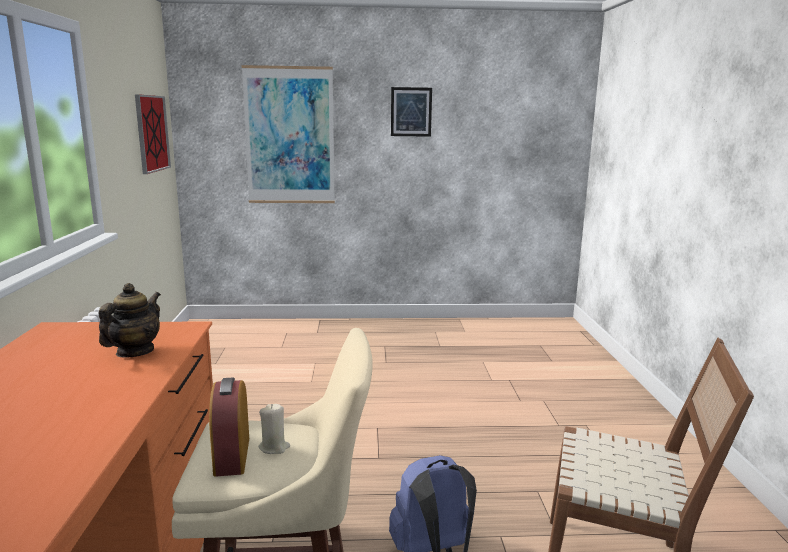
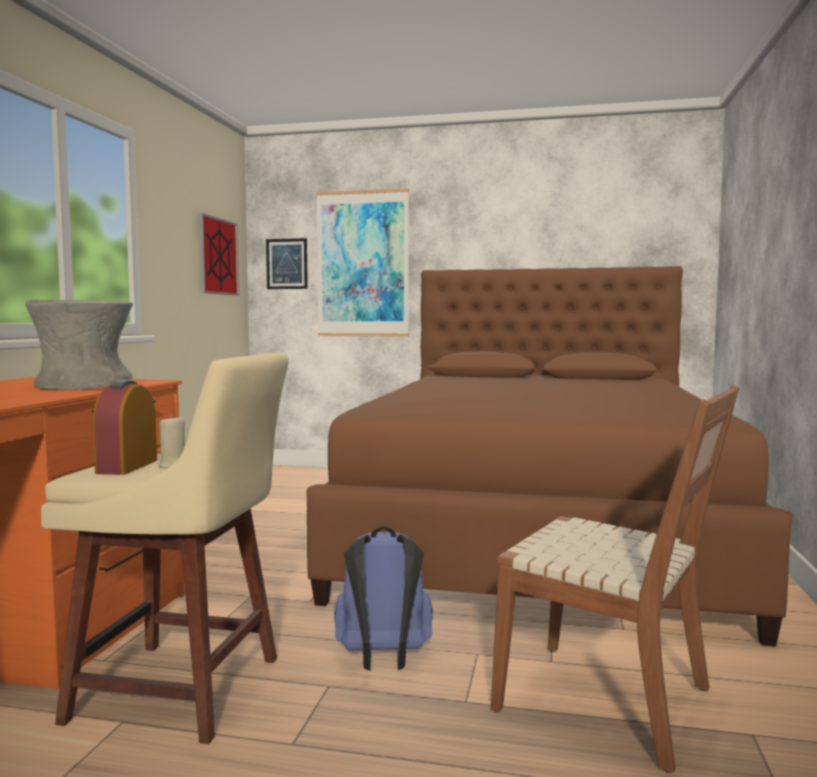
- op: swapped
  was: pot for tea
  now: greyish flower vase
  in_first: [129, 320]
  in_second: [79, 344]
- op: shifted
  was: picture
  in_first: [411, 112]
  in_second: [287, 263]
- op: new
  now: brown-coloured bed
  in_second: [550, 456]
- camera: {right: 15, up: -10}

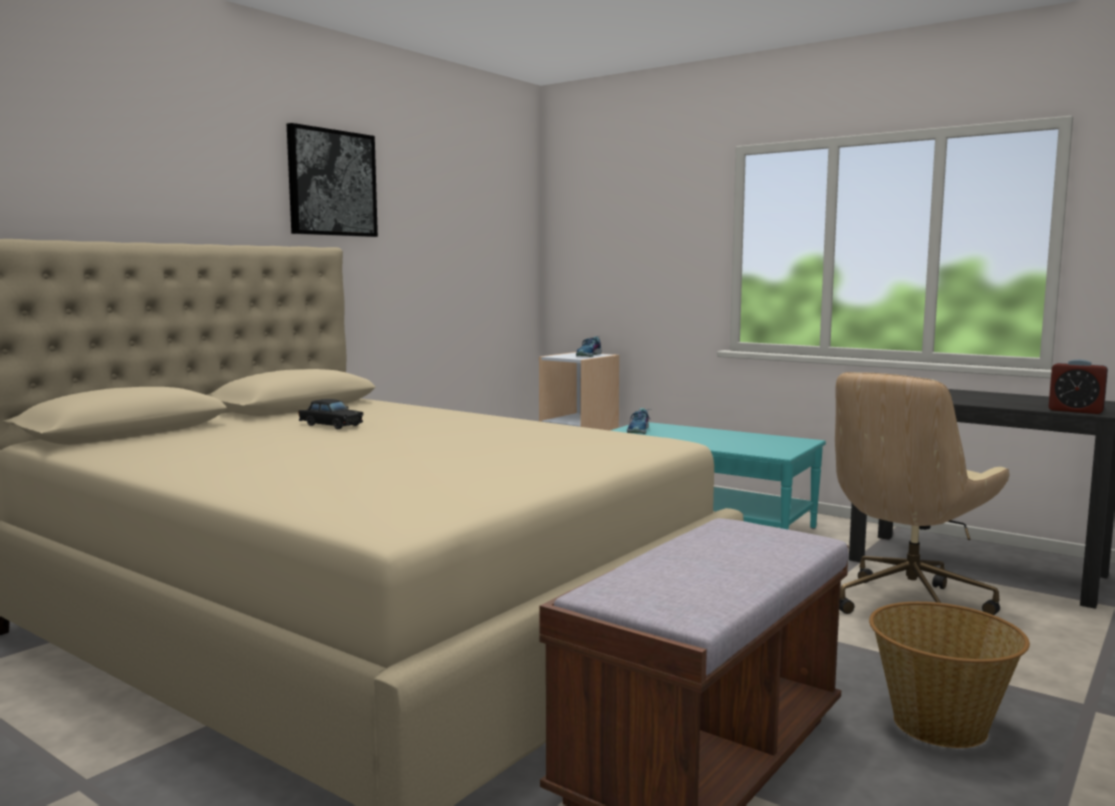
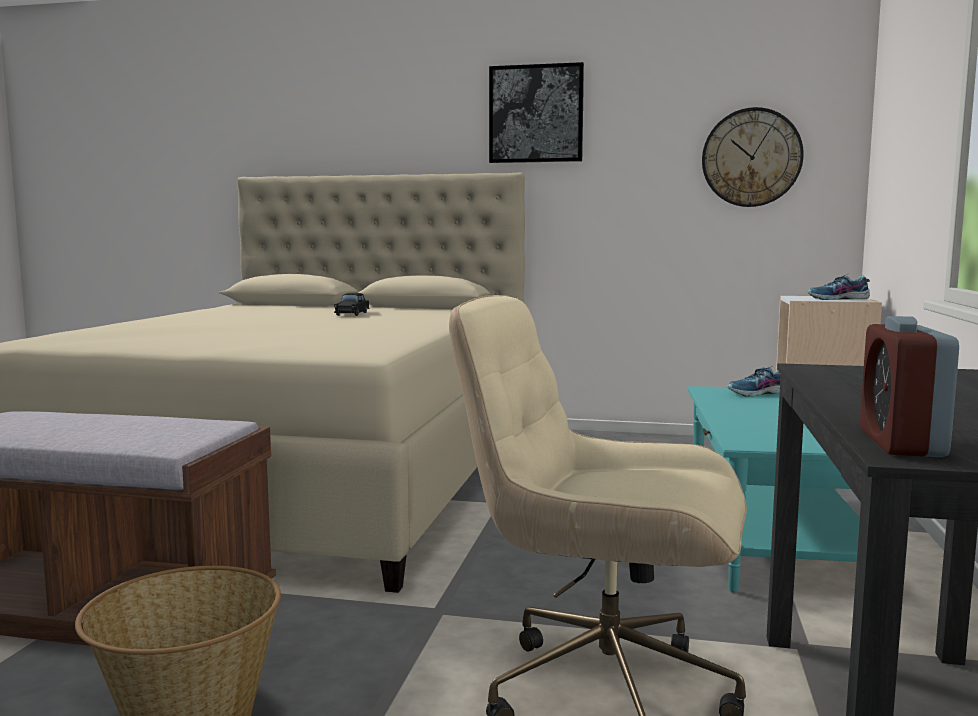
- op: new
  now: wall clock
  in_second: [753, 157]
- camera: {right: 65, up: 0}

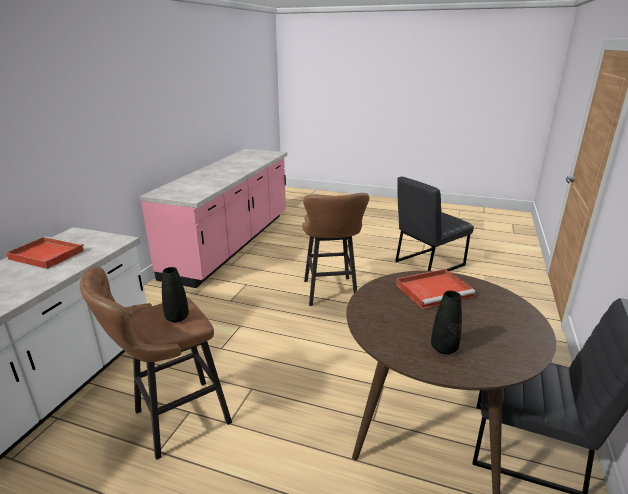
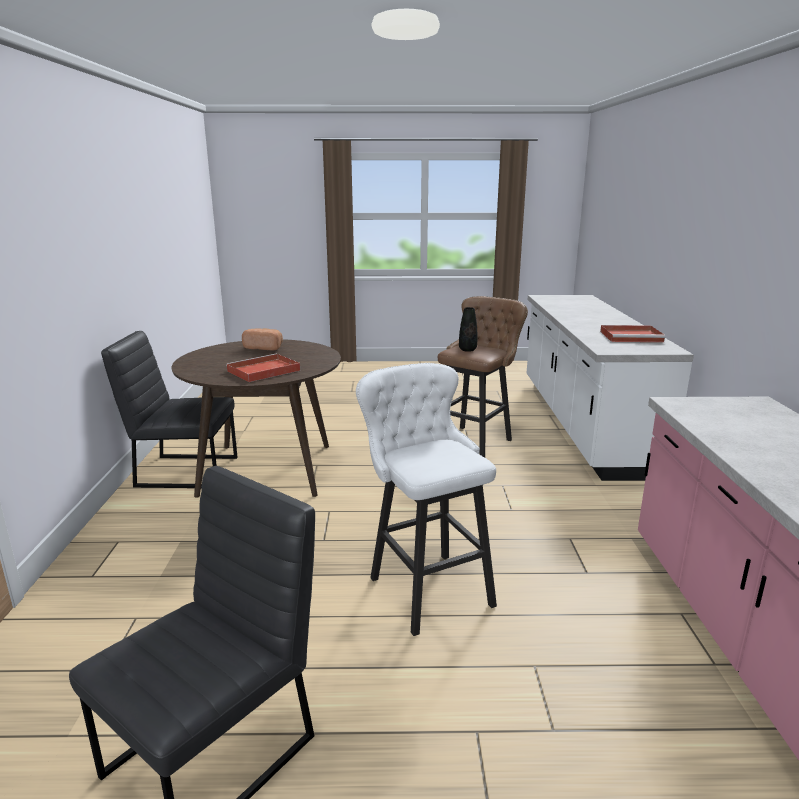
- op: repainted
  was: brown-coloured stool seat
  now: white-coloured stool seat
  in_first: [335, 249]
  in_second: [426, 499]
- op: swapped
  was: black flower vase
  now: baked bread
  in_first: [446, 322]
  in_second: [262, 339]
- camera: {right: 160, up: -5}

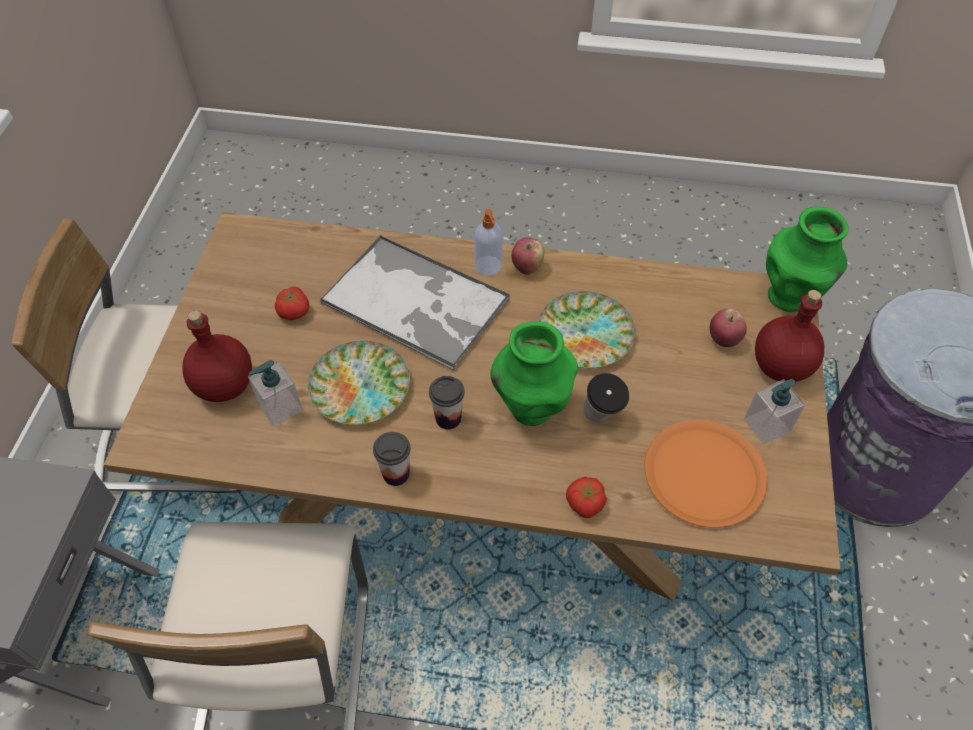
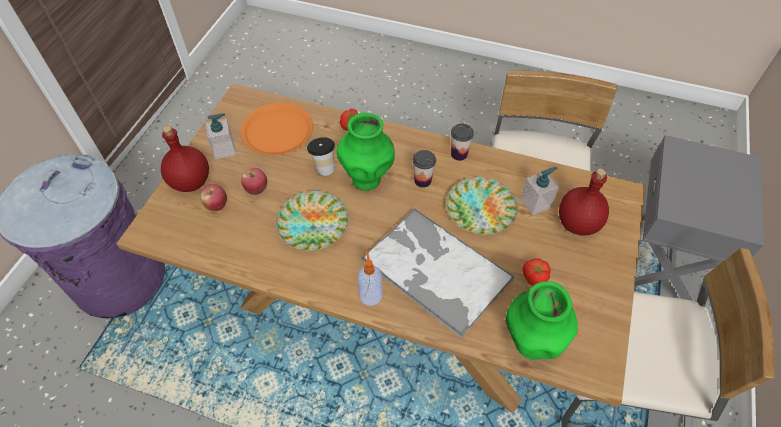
- op: shifted
  was: apple
  in_first: [528, 256]
  in_second: [254, 181]
- op: shifted
  was: green flower vase
  in_first: [807, 259]
  in_second: [541, 320]
- camera: {right: -170, up: 0}

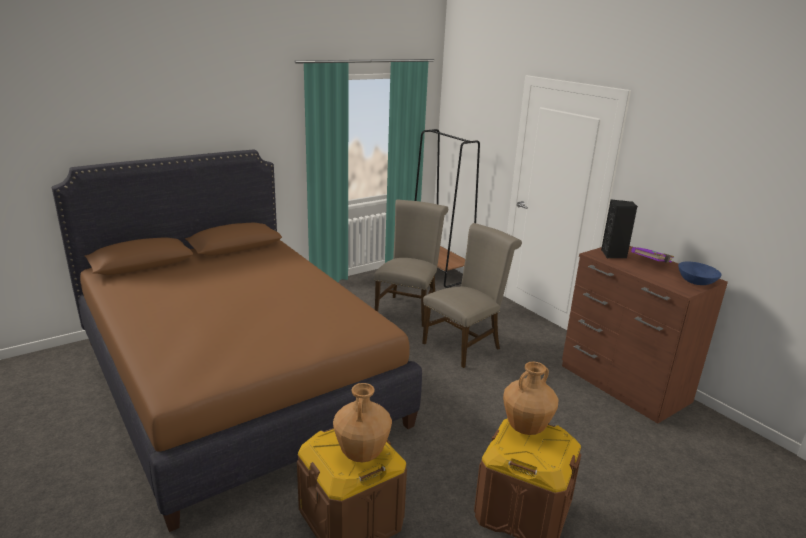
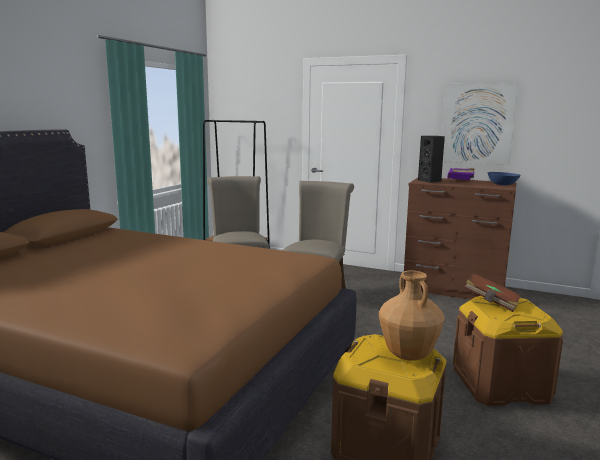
- op: swapped
  was: brown-coloured flower vase
  now: brown-coloured bound book
  in_first: [531, 398]
  in_second: [492, 292]
- op: new
  now: picture
  in_second: [480, 124]
- camera: {right: -30, up: -10}

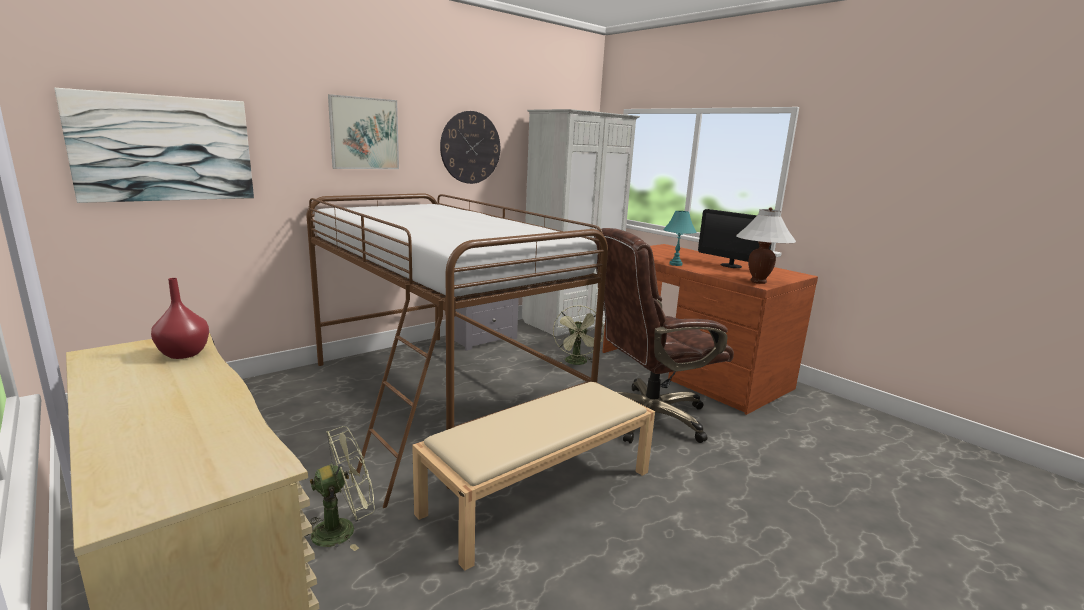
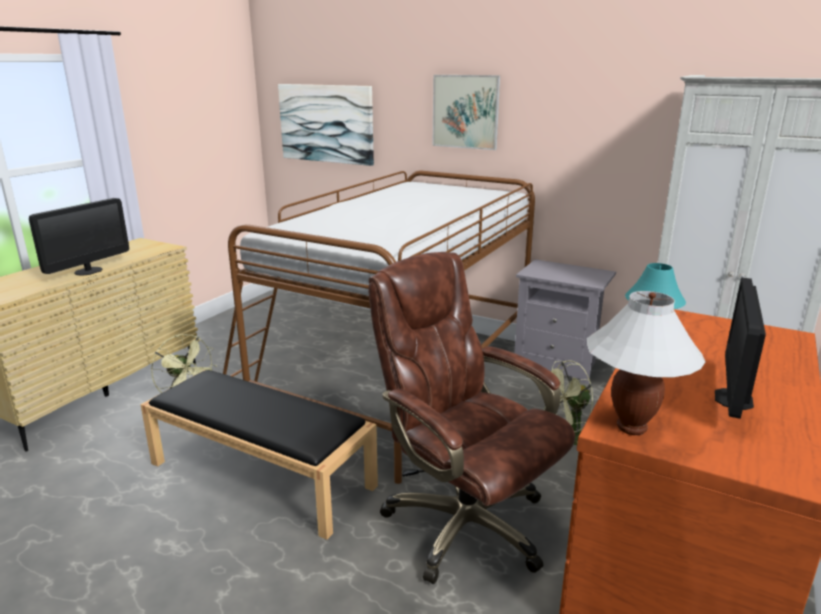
- op: gone
  was: red flower vase
  in_first: [180, 318]
- op: repainted
  was: beige-coloured indoor bench
  now: black indoor bench
  in_first: [533, 476]
  in_second: [259, 455]
- op: gone
  was: wall clock
  in_first: [470, 147]
- op: new
  now: monitor
  in_second: [79, 237]
- camera: {right: 70, up: 5}

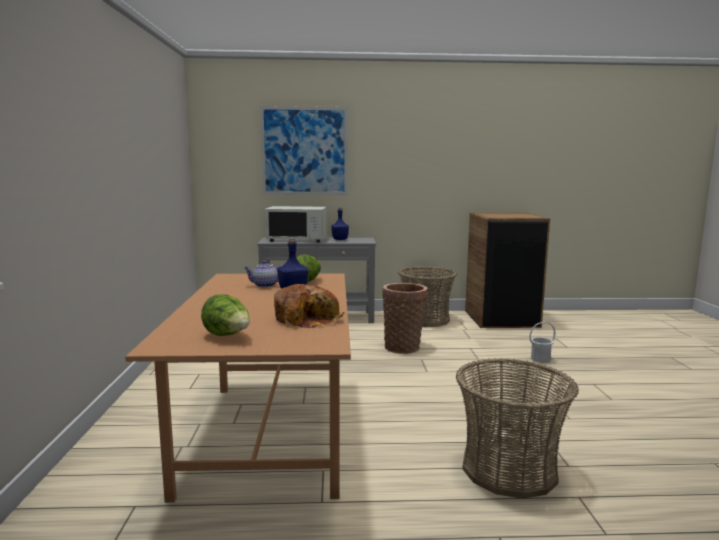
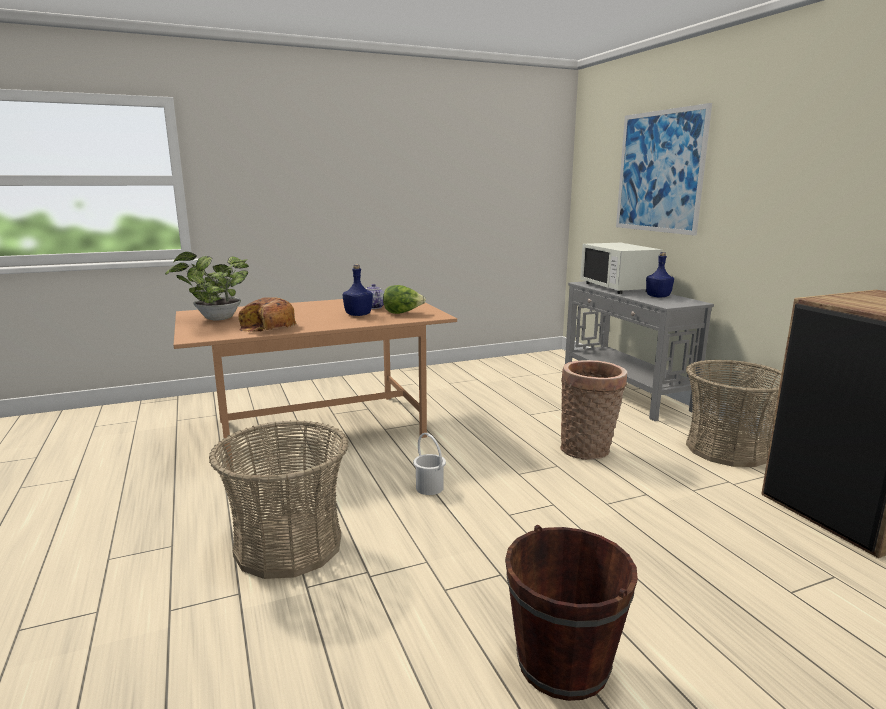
- op: swapped
  was: head of lettuce
  now: plant in a pot
  in_first: [225, 315]
  in_second: [207, 286]
- op: shifted
  was: white-coloured pail
  in_first: [542, 342]
  in_second: [429, 464]
- op: new
  now: brown-coloured pail
  in_second: [571, 613]
- camera: {right: 70, up: 5}

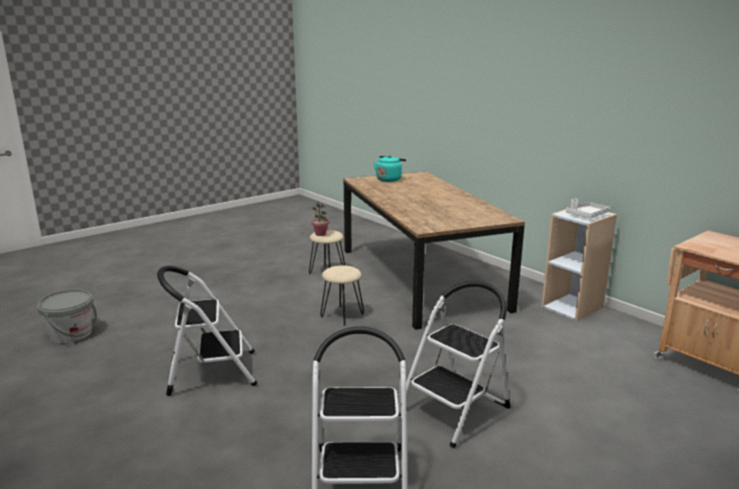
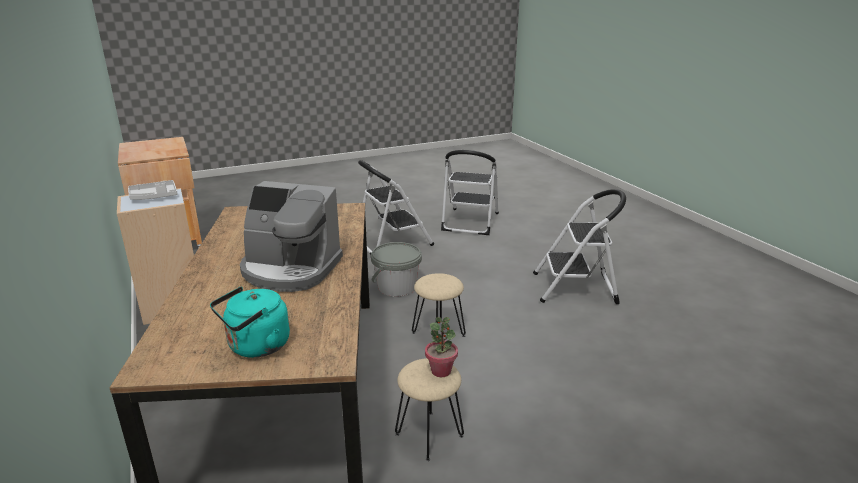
- op: shifted
  was: greyish pail
  in_first: [67, 316]
  in_second: [396, 269]
- op: new
  now: coffee machine
  in_second: [291, 236]
- camera: {right: -165, up: 5}

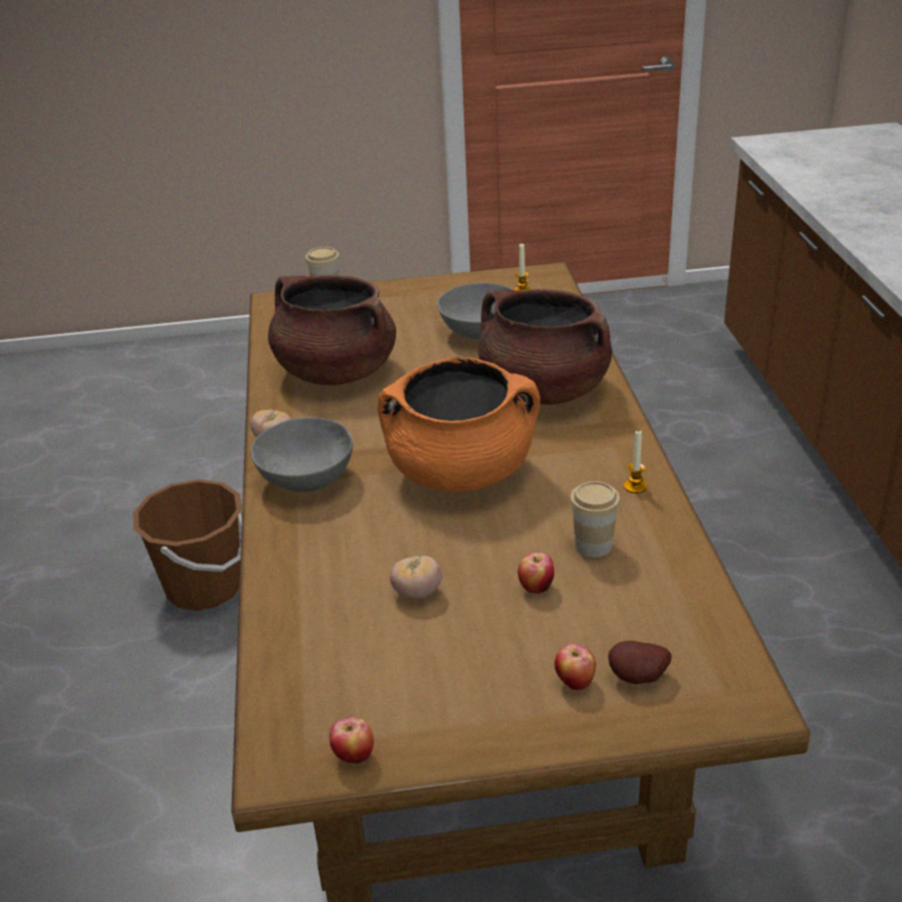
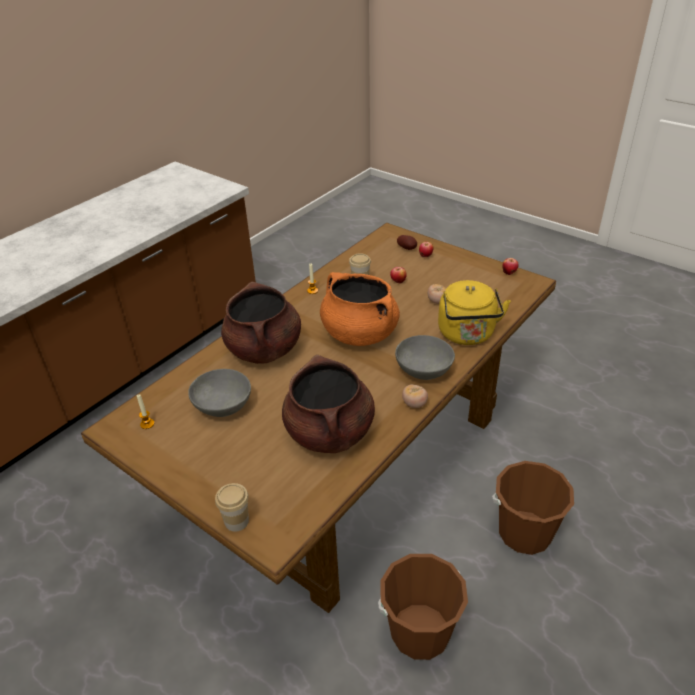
- op: new
  now: yellowish tea kettle
  in_second: [474, 312]
- op: new
  now: brown-coloured pail
  in_second: [533, 508]
- camera: {right: -135, up: 5}

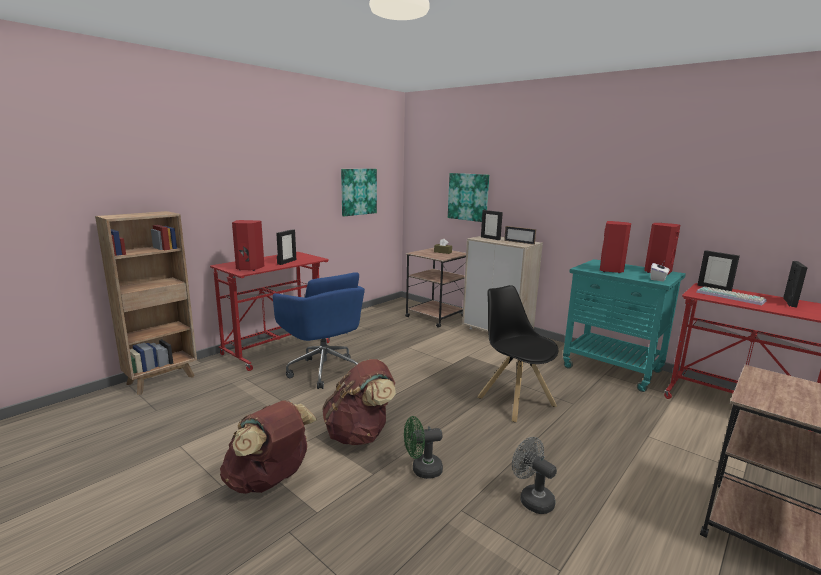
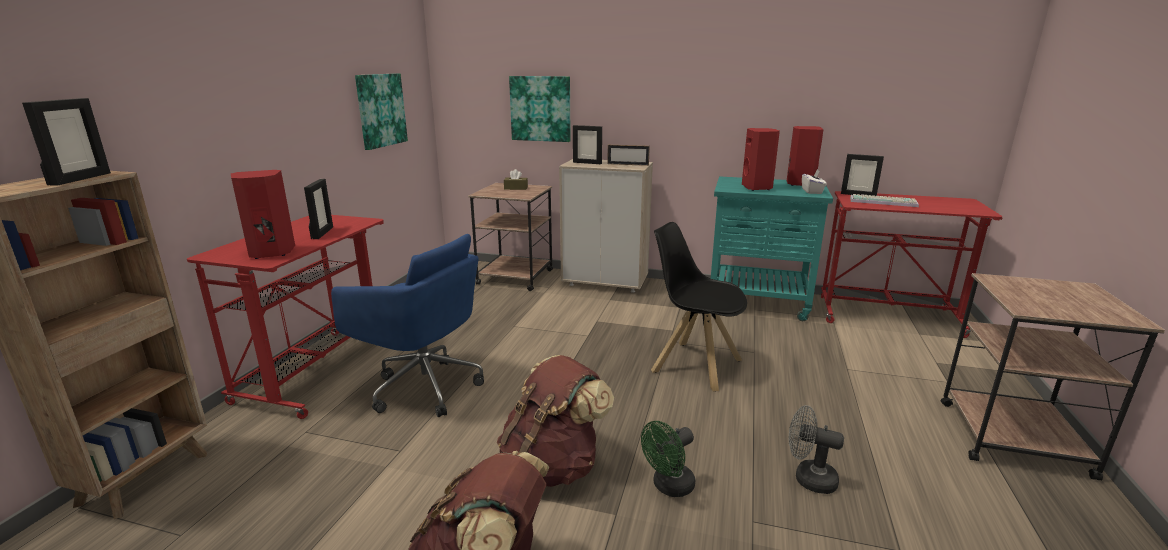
- op: shifted
  was: photo frame
  in_first: [795, 284]
  in_second: [66, 141]
- camera: {right: -25, up: 5}

